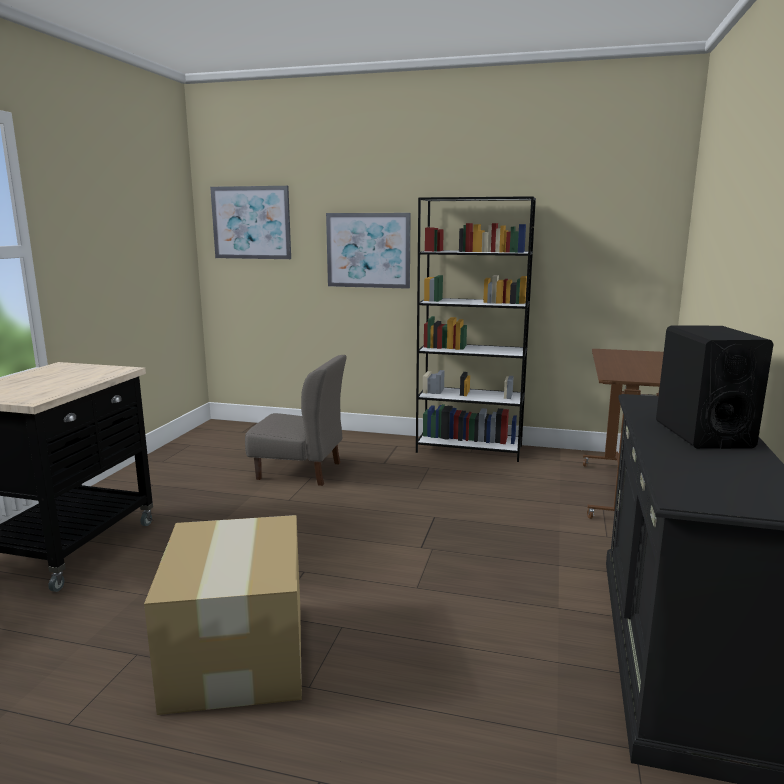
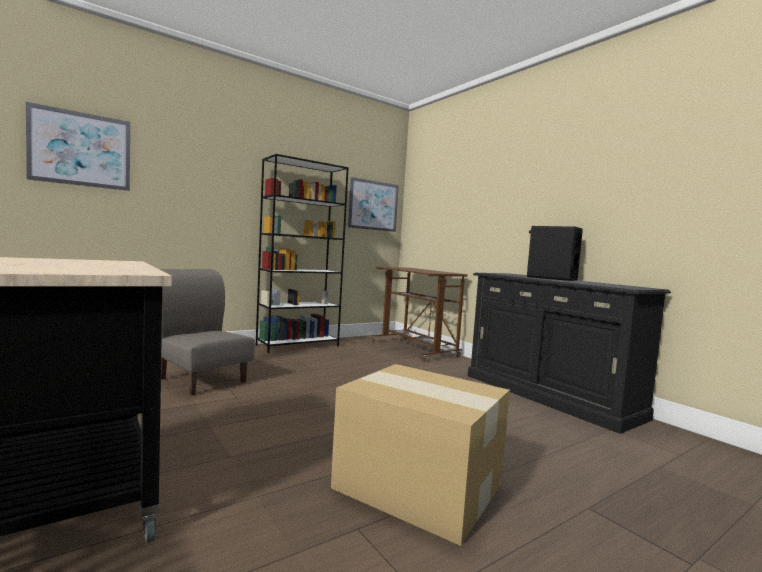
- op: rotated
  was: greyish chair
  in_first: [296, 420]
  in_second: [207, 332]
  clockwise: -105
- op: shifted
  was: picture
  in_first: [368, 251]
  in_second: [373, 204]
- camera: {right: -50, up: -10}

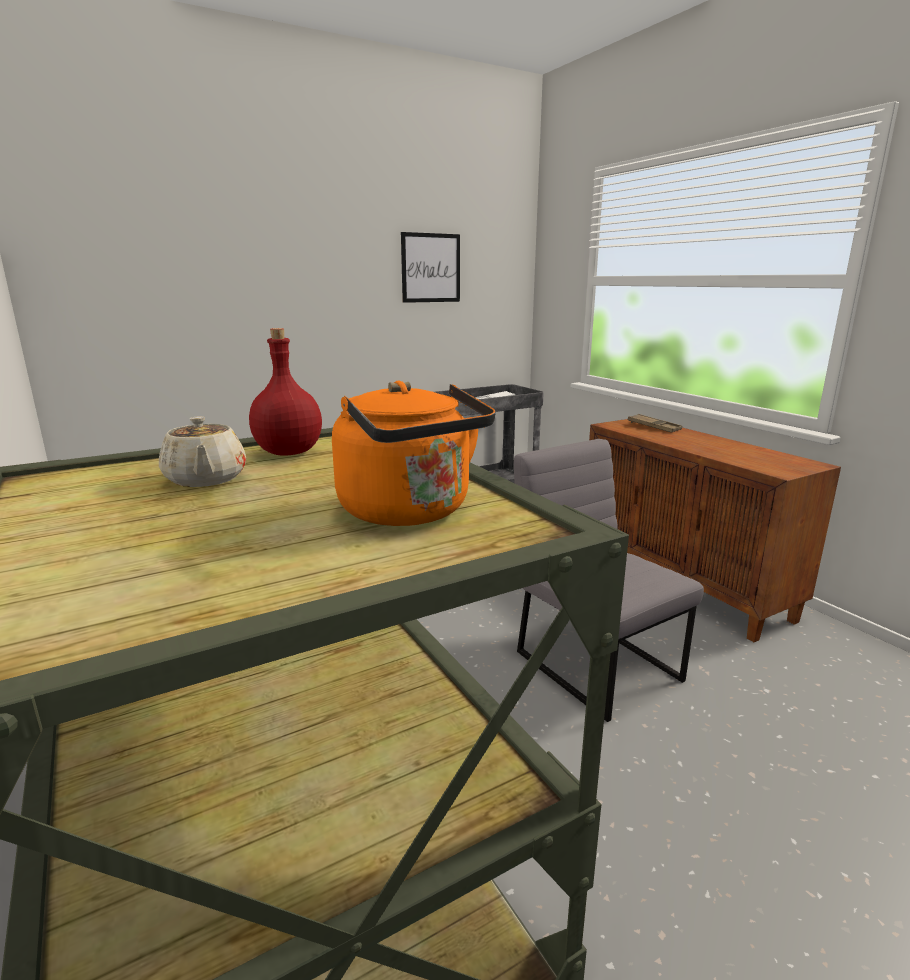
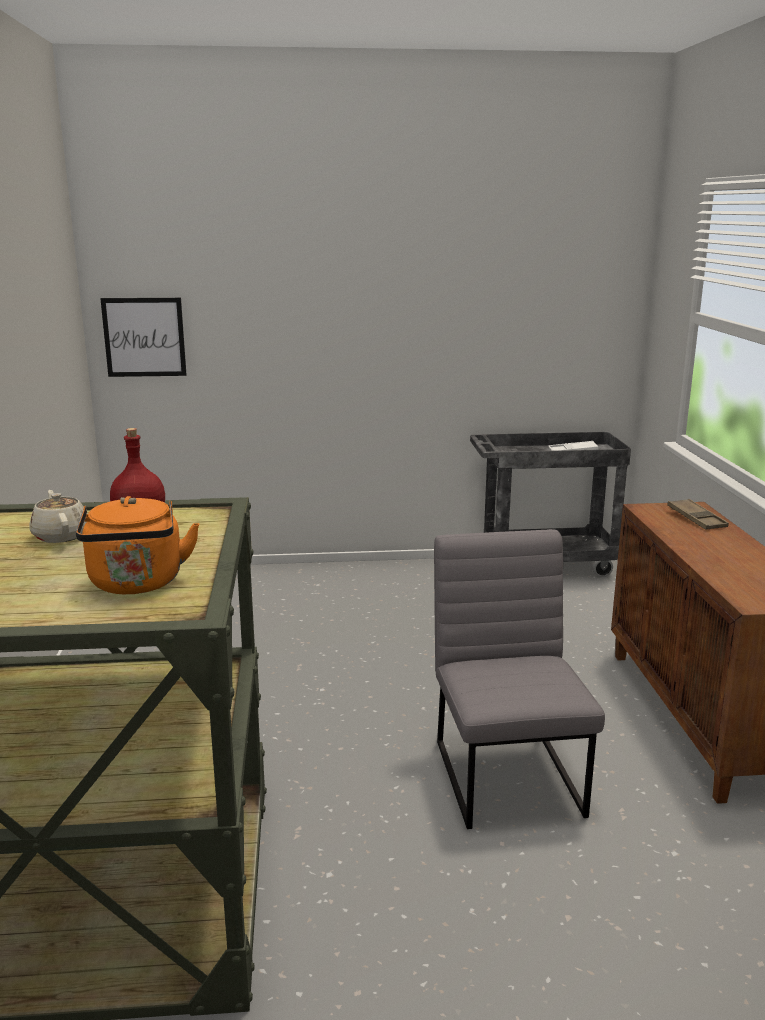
- op: rotated
  was: beige-coloured pot for tea
  in_first: [202, 451]
  in_second: [57, 516]
  clockwise: 150
- op: shifted
  was: picture
  in_first: [430, 267]
  in_second: [143, 337]
- camera: {right: 25, up: 0}

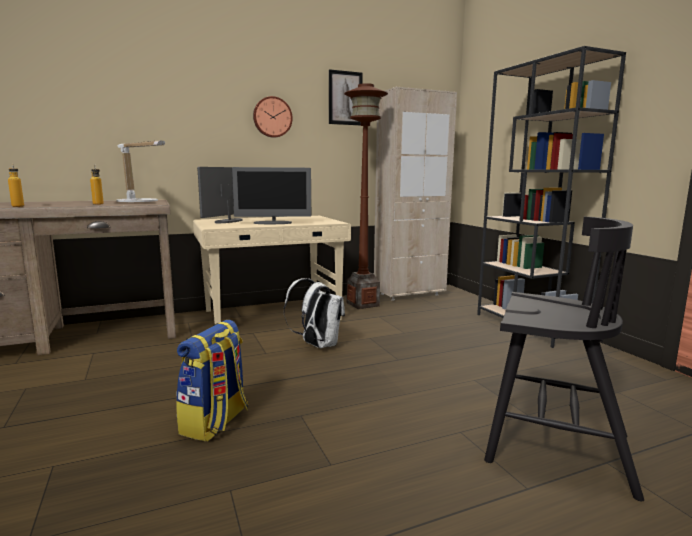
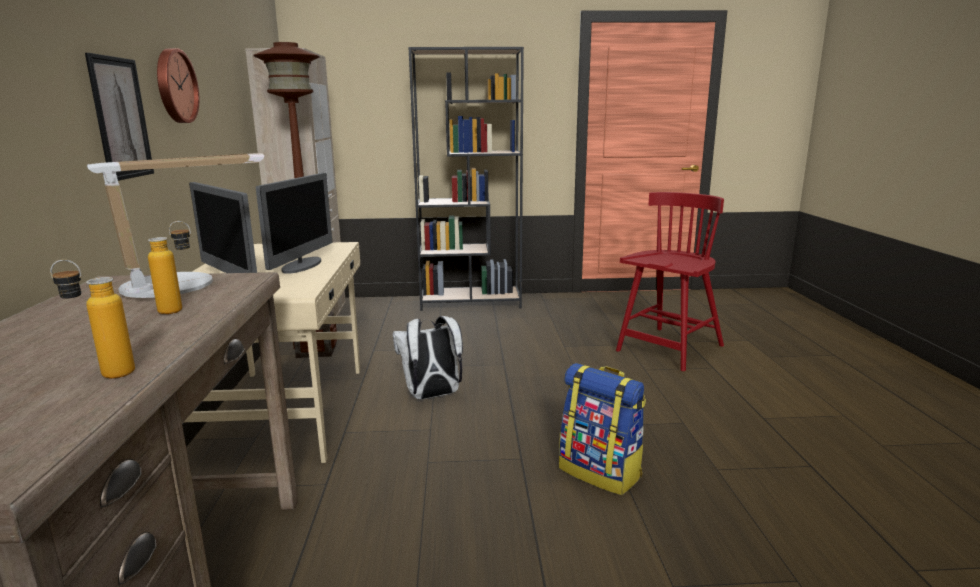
- op: shifted
  was: picture
  in_first: [346, 97]
  in_second: [119, 117]
- op: repainted
  was: black chair
  now: red chair
  in_first: [564, 359]
  in_second: [670, 281]
- camera: {right: -70, up: 5}

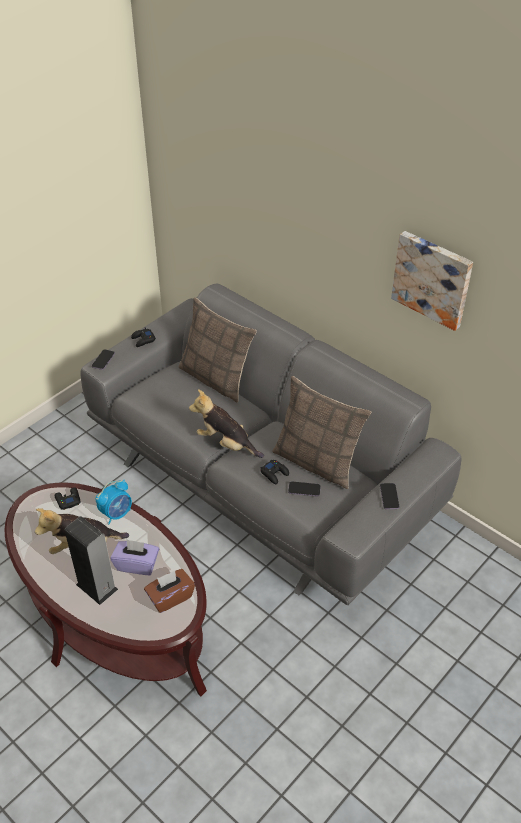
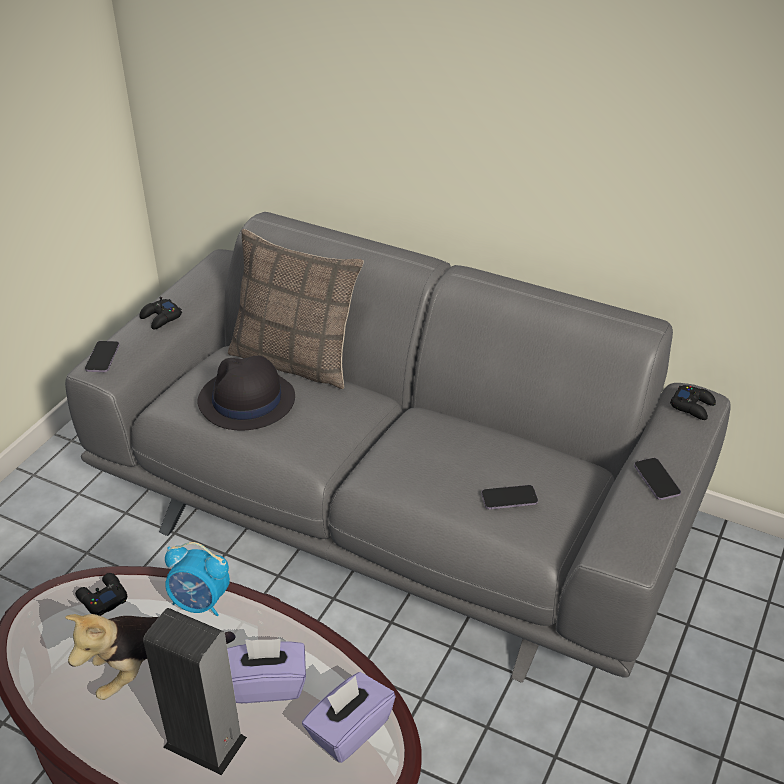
- op: rotated
  was: table clock
  in_first: [113, 502]
  in_second: [197, 579]
  clockwise: 75
- op: repainted
  was: brown-coloured box of tissues
  now: purple-coloured box of tissues
  in_first: [169, 591]
  in_second: [349, 717]
- op: gone
  was: soft toy
  in_first: [226, 423]
- op: shifted
  was: black joypad
  in_first: [274, 472]
  in_second: [693, 402]
- op: gone
  was: cushion
  in_first: [321, 432]
- op: gone
  was: picture
  in_first: [432, 281]
- op: new
  now: black hat
  in_second: [246, 393]
- camera: {right: -15, up: -5}

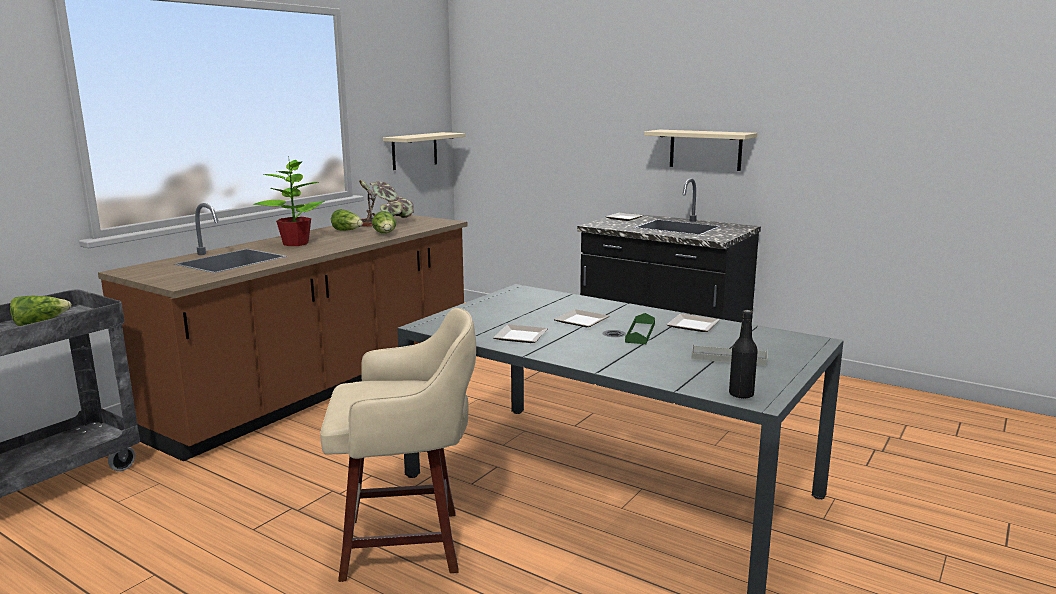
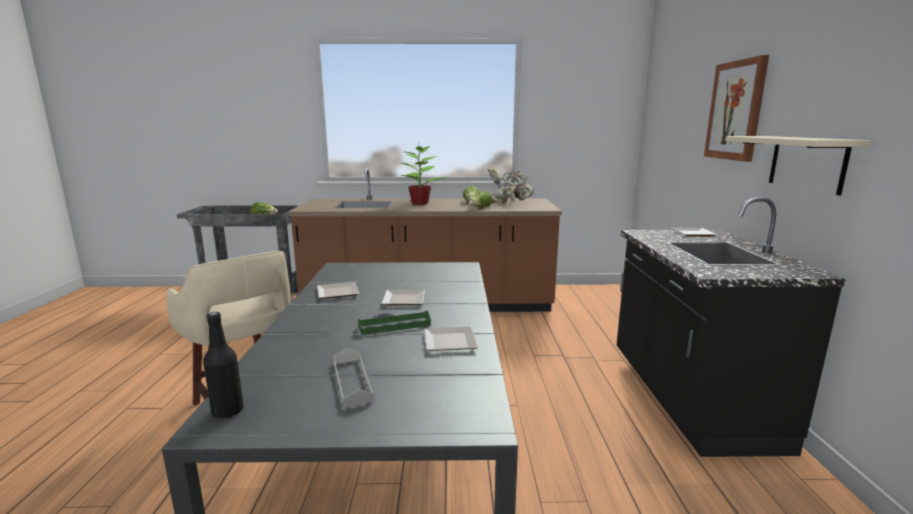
- op: gone
  was: beige-coloured bracket shelf
  in_first: [424, 151]
- op: new
  now: picture
  in_second: [736, 108]
- camera: {right: 55, up: 0}

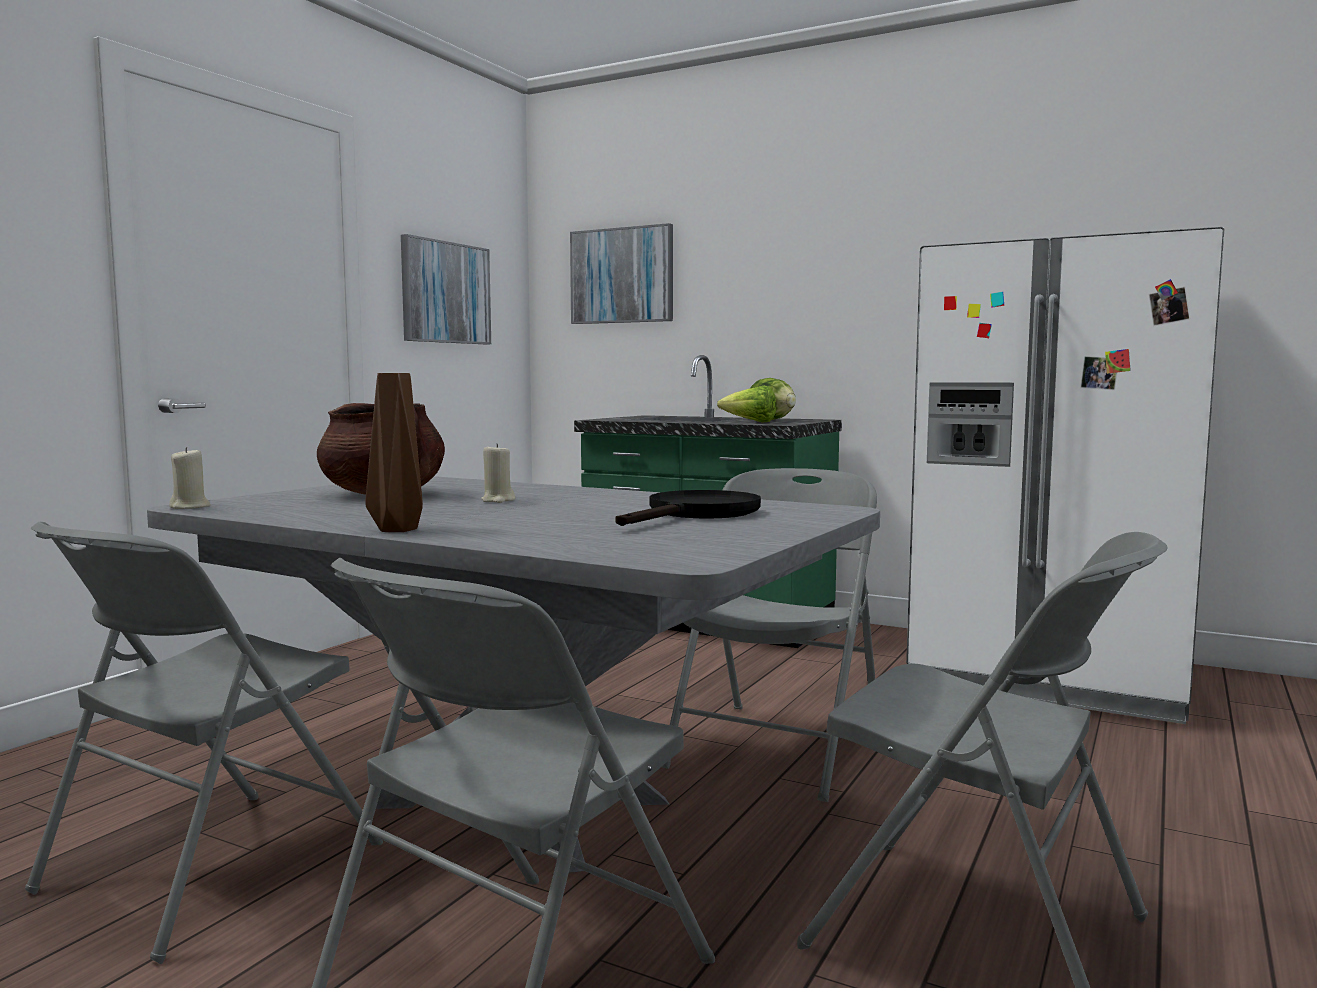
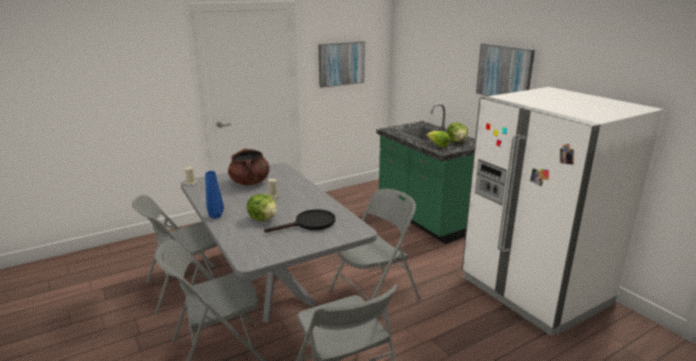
- op: repainted
  was: brown-coloured flower vase
  now: blue-coloured flower vase
  in_first: [394, 452]
  in_second: [214, 195]
- op: shifted
  was: picture
  in_first: [621, 273]
  in_second: [505, 69]
- op: new
  now: head of lettuce
  in_second: [262, 207]
- camera: {right: 30, up: 15}

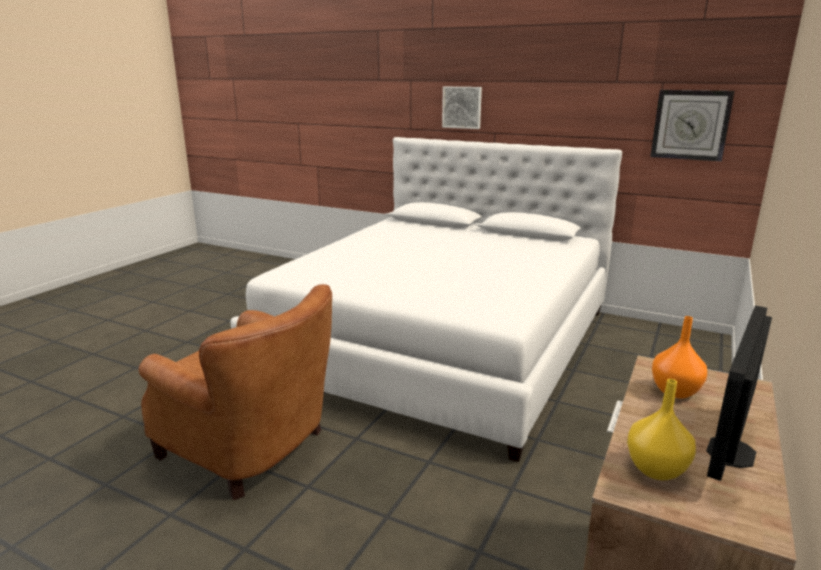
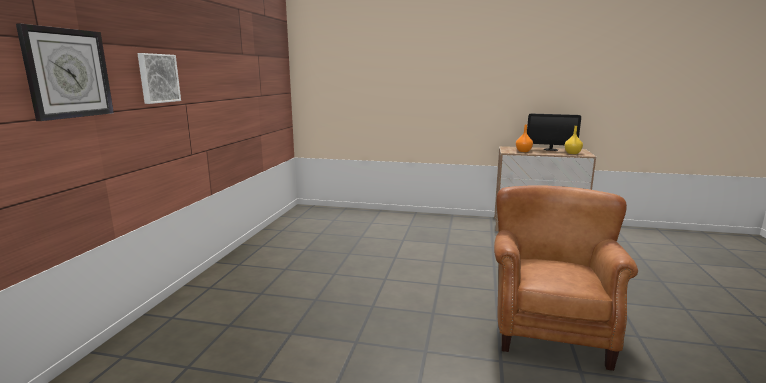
- op: gone
  was: white-coloured bed
  in_first: [426, 299]
- op: shifted
  was: wall clock
  in_first: [692, 125]
  in_second: [65, 72]
- camera: {right: -105, up: -5}

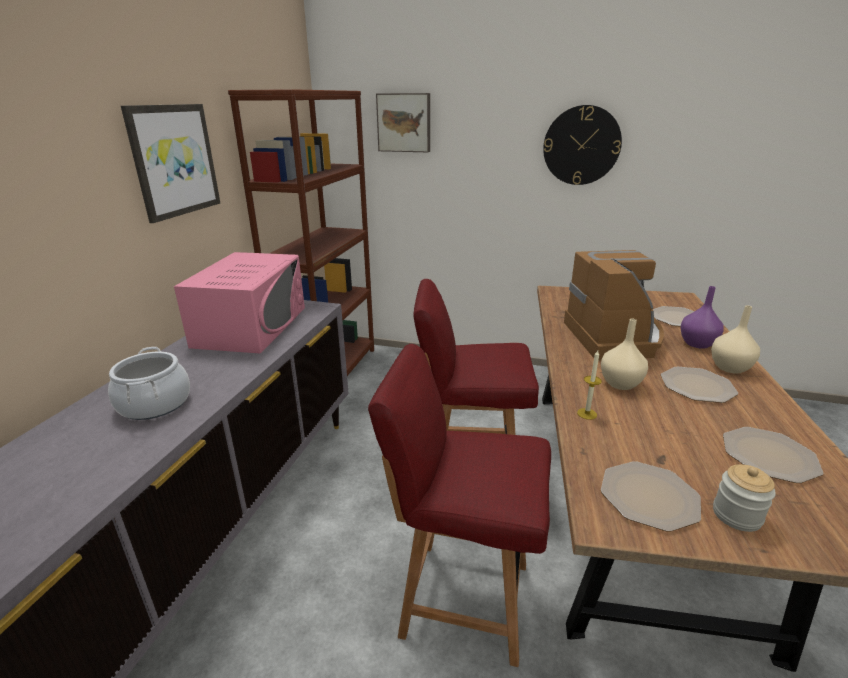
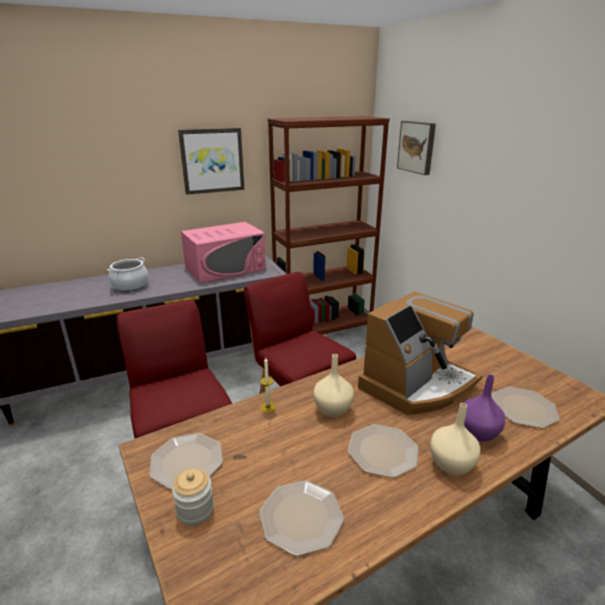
- op: gone
  was: wall clock
  in_first: [582, 145]
- camera: {right: 50, up: 0}

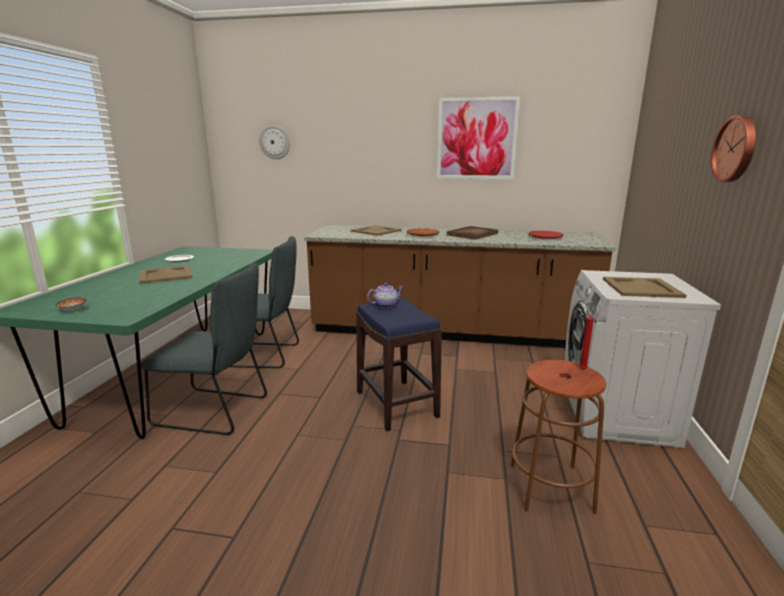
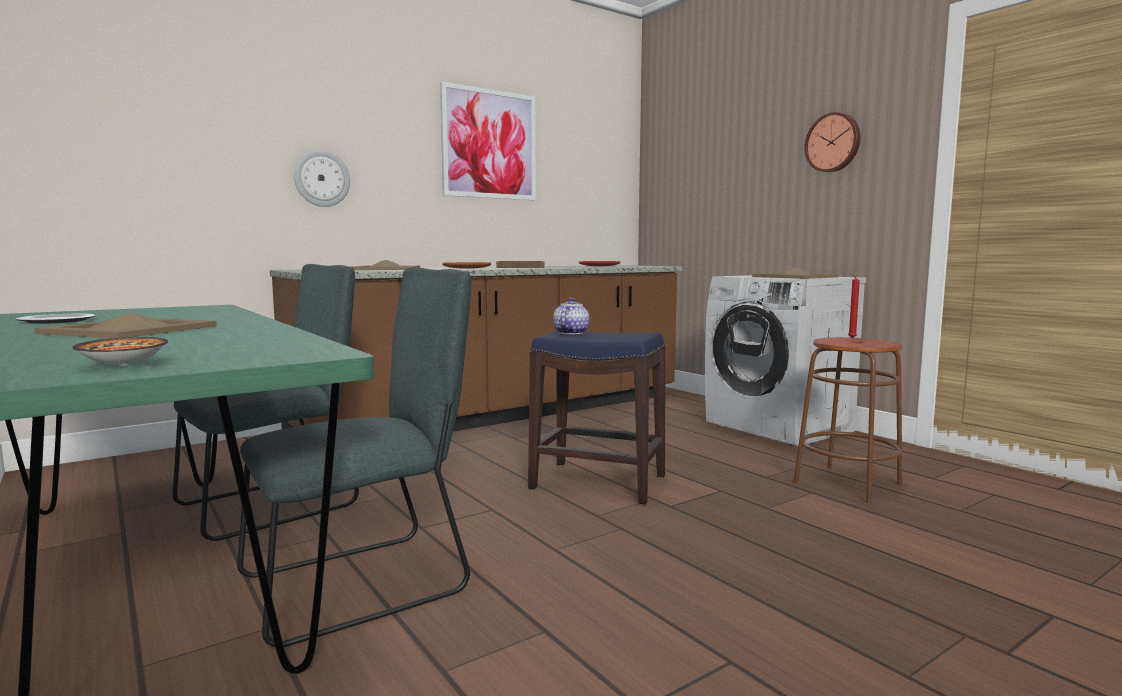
- op: shifted
  was: wall clock
  in_first: [274, 142]
  in_second: [322, 178]
- camera: {right: -45, up: -10}

